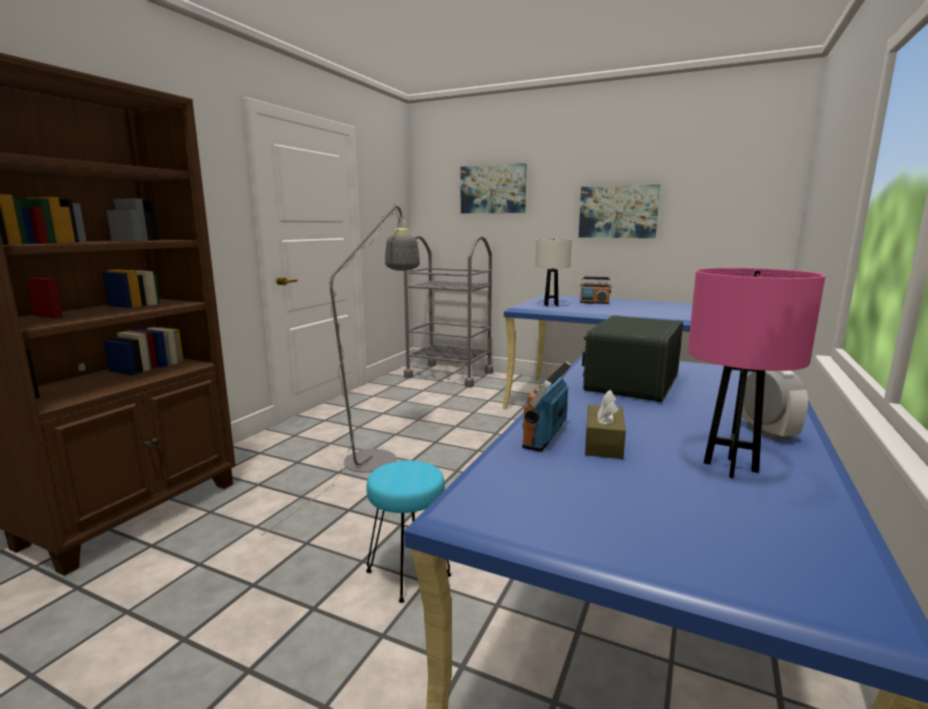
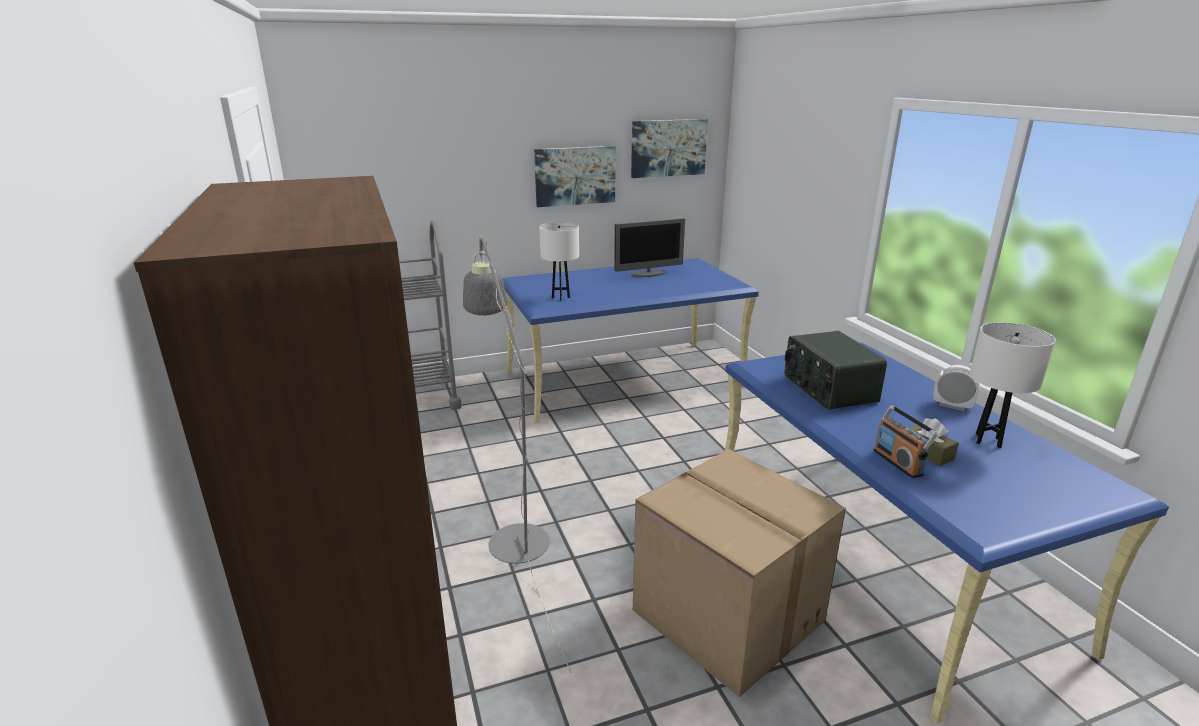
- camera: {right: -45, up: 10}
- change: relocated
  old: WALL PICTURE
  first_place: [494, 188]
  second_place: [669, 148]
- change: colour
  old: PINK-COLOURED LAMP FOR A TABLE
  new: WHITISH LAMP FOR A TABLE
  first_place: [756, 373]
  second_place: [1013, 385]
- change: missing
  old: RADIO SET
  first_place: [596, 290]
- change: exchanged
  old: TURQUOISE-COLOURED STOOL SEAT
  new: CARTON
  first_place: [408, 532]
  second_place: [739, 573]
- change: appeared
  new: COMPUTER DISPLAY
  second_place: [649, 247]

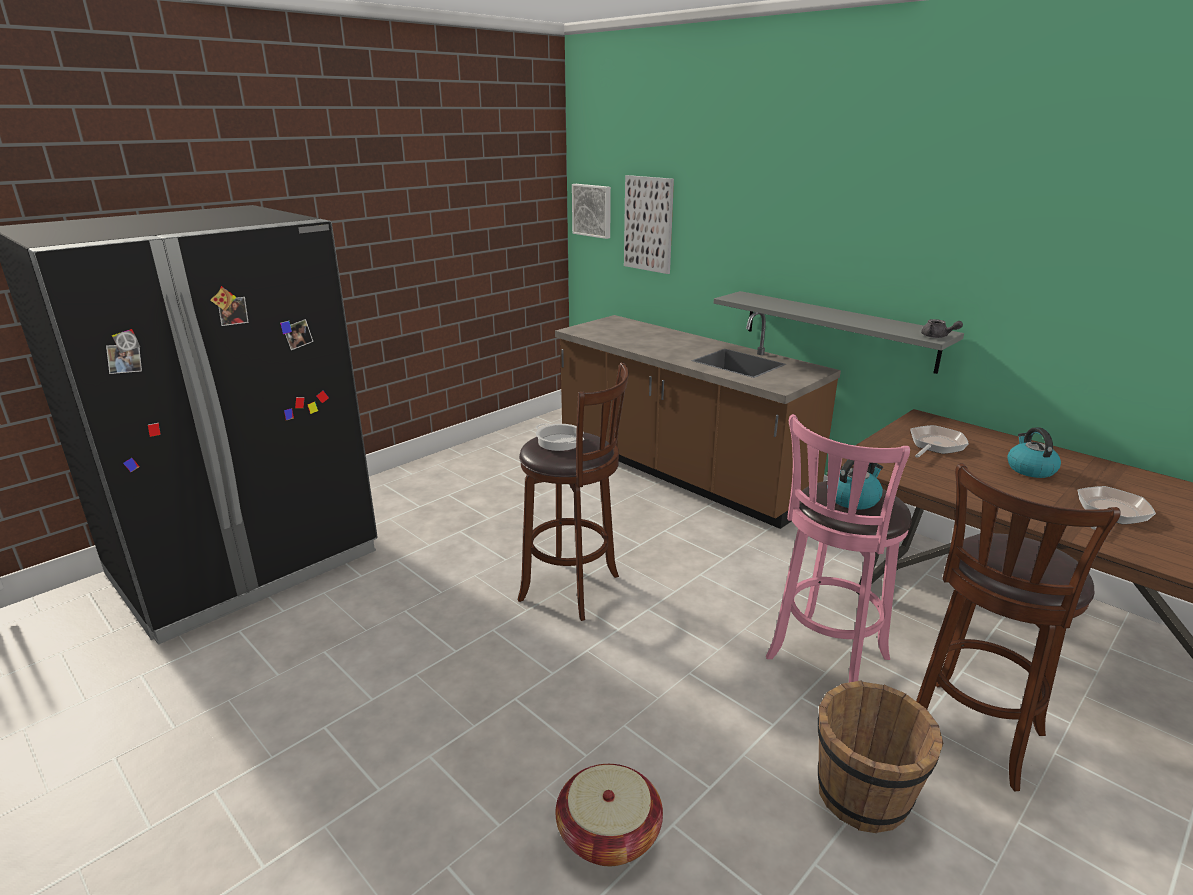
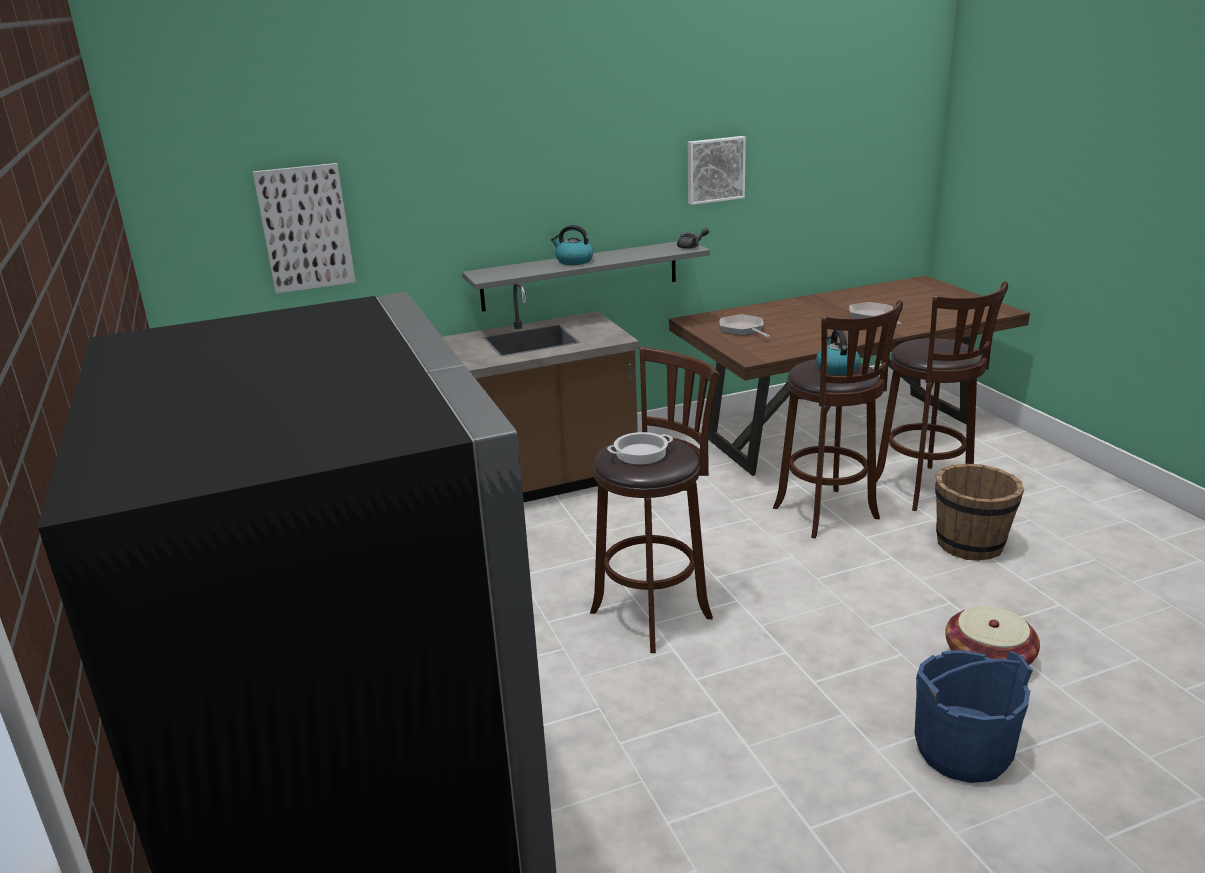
- camera: {right: -65, up: 0}
- change: relocated
  old: WALL PICTURE
  first_place: [591, 211]
  second_place: [717, 170]
- change: colour
  old: PINK-COLOURED STOOL SEAT
  new: BROWN STOOL SEAT
  first_place: [839, 548]
  second_place: [838, 419]
- change: relocated
  old: KETTLE
  first_place: [1034, 452]
  second_place: [572, 245]
- change: appeared
  new: BLUISH WATER BUCKET
  second_place: [974, 716]

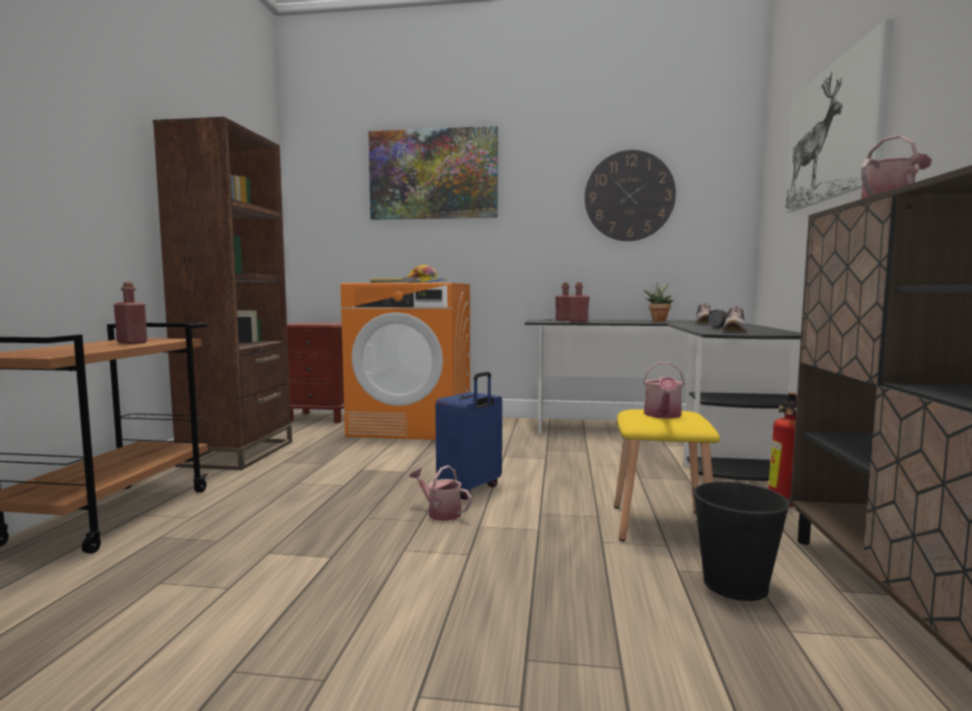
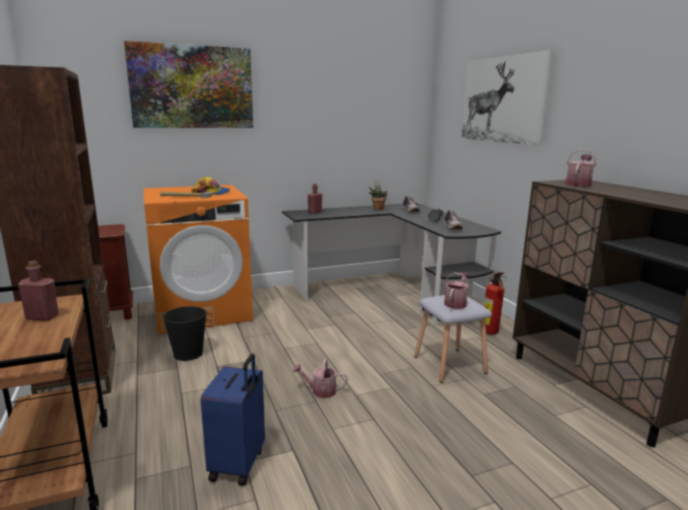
- camera: {right: -30, up: 10}
- change: missing
  old: WALL CLOCK
  first_place: [630, 195]
- change: missing
  old: REDDISH DRINK BOTTLE
  first_place: [578, 302]
- change: spun
  old: SPRINKLING CAN
  first_place: [664, 390]
  second_place: [457, 290]
  degrees: -135
- change: relocated
  old: BLUISH PIECE OF LUGGAGE
  first_place: [468, 436]
  second_place: [233, 419]
- change: colour
  old: YELLOW STOOL SEAT
  new: GREYISH STOOL SEAT
  first_place: [667, 475]
  second_place: [453, 339]
- change: relocated
  old: BLACK WATER BUCKET
  first_place: [742, 541]
  second_place: [184, 333]

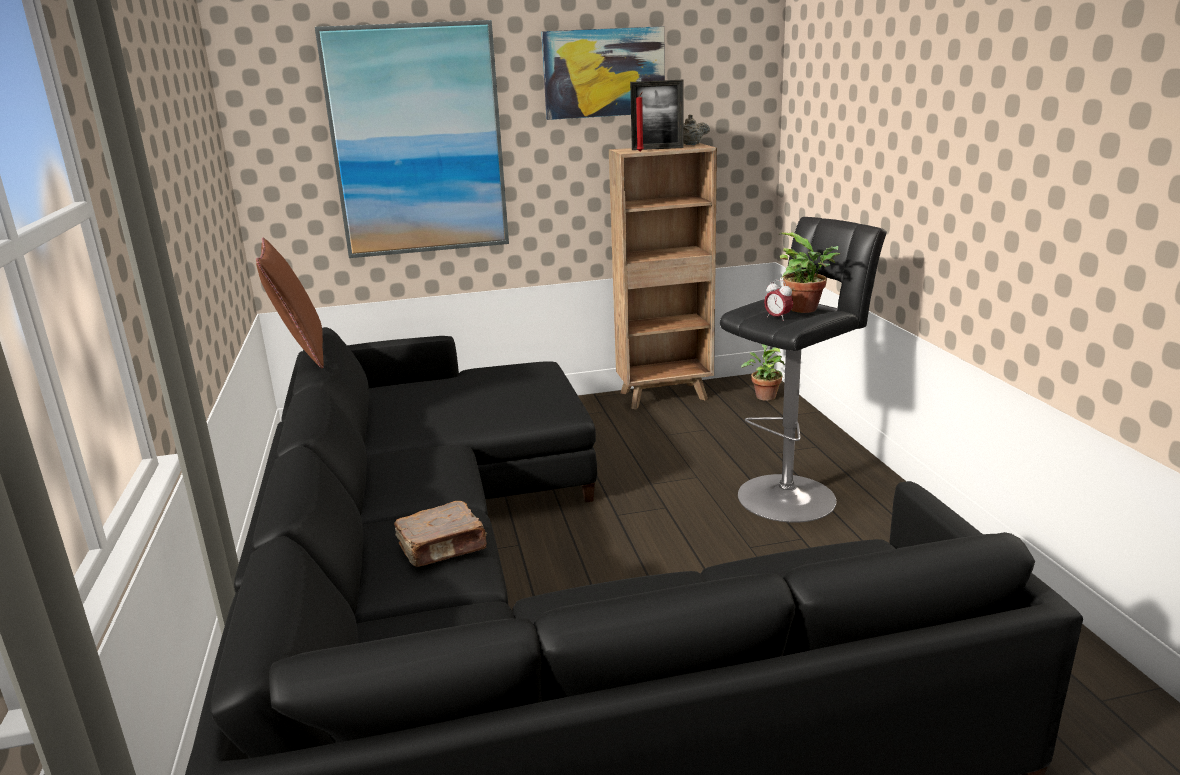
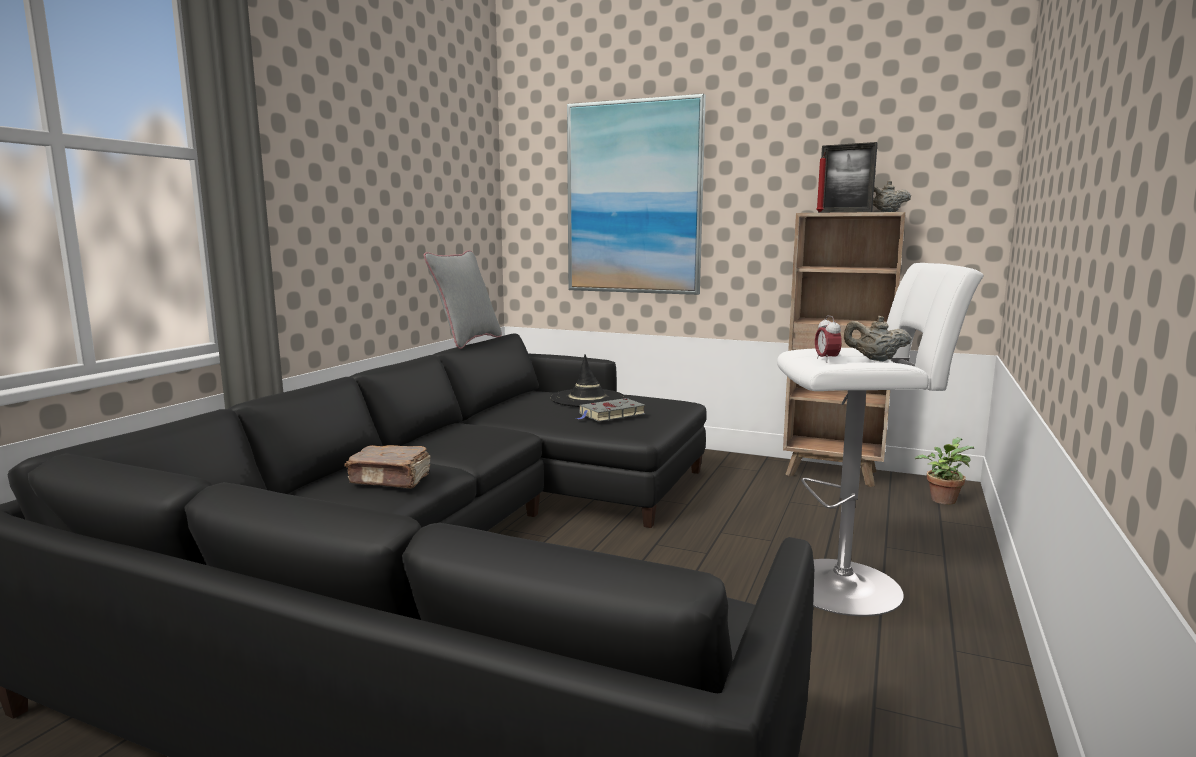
- camera: {right: 35, up: -10}
- change: missing
  old: WALL PICTURE
  first_place: [603, 73]
- change: colour
  old: BLACK STOOL SEAT
  new: WHITISH STOOL SEAT
  first_place: [803, 370]
  second_place: [880, 439]
- change: exchanged
  old: PLANT IN A POT
  new: BEIGE TEA POT
  first_place: [809, 272]
  second_place: [878, 338]
- change: colour
  old: BROWN THROW PILLOW
  new: GREYISH THROW PILLOW
  first_place: [290, 302]
  second_place: [463, 299]
- change: appeared
  new: BLACK WEARABLE HAT
  second_place: [587, 380]
- change: appeared
  new: GREYISH BOUND BOOK
  second_place: [611, 410]

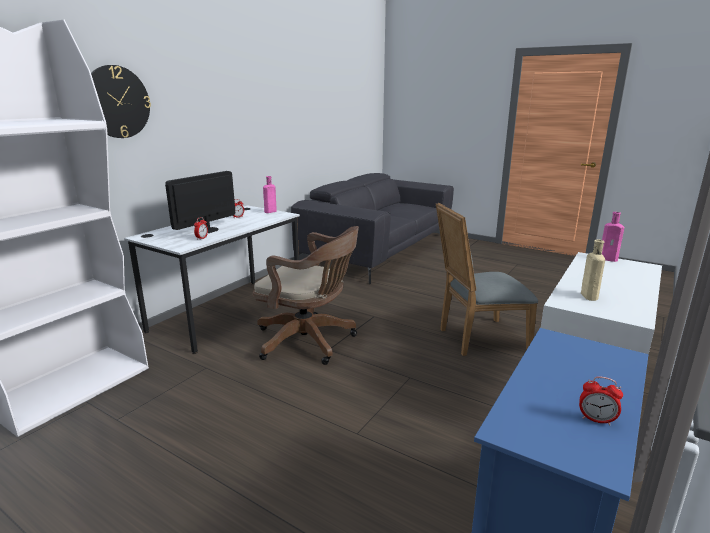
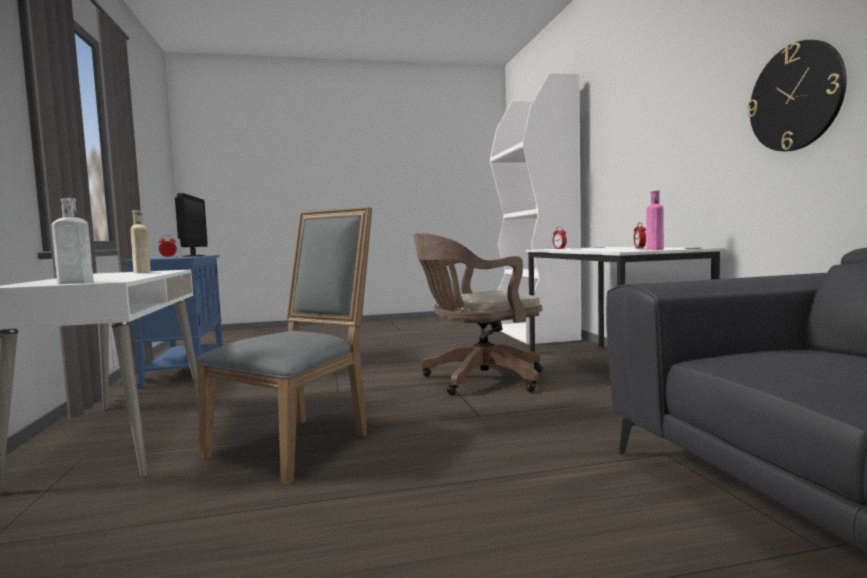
- camera: {right: 135, up: -15}
- change: relocated
  old: WALL CLOCK
  first_place: [121, 101]
  second_place: [797, 95]
- change: relocated
  old: COMPUTER DISPLAY
  first_place: [200, 202]
  second_place: [191, 225]
- change: colour
  old: PINK-COLOURED DRINK BOTTLE
  new: WHITISH DRINK BOTTLE
  first_place: [613, 237]
  second_place: [72, 241]

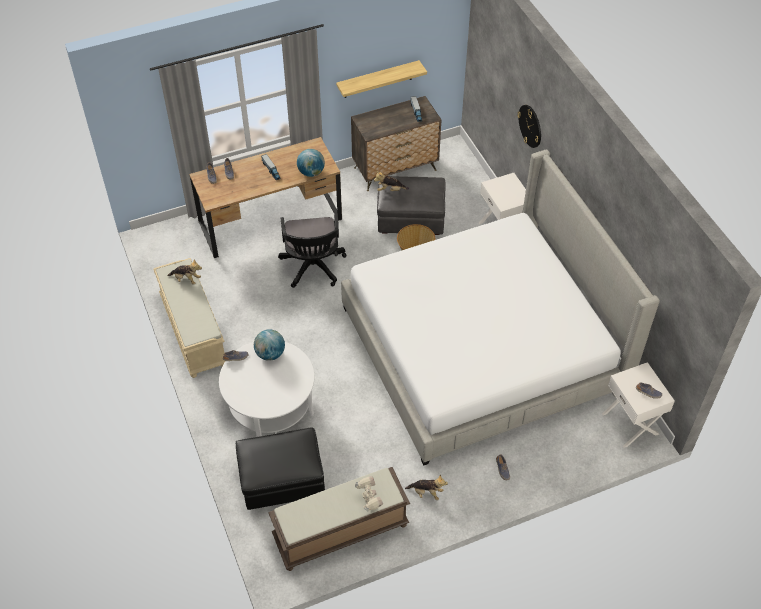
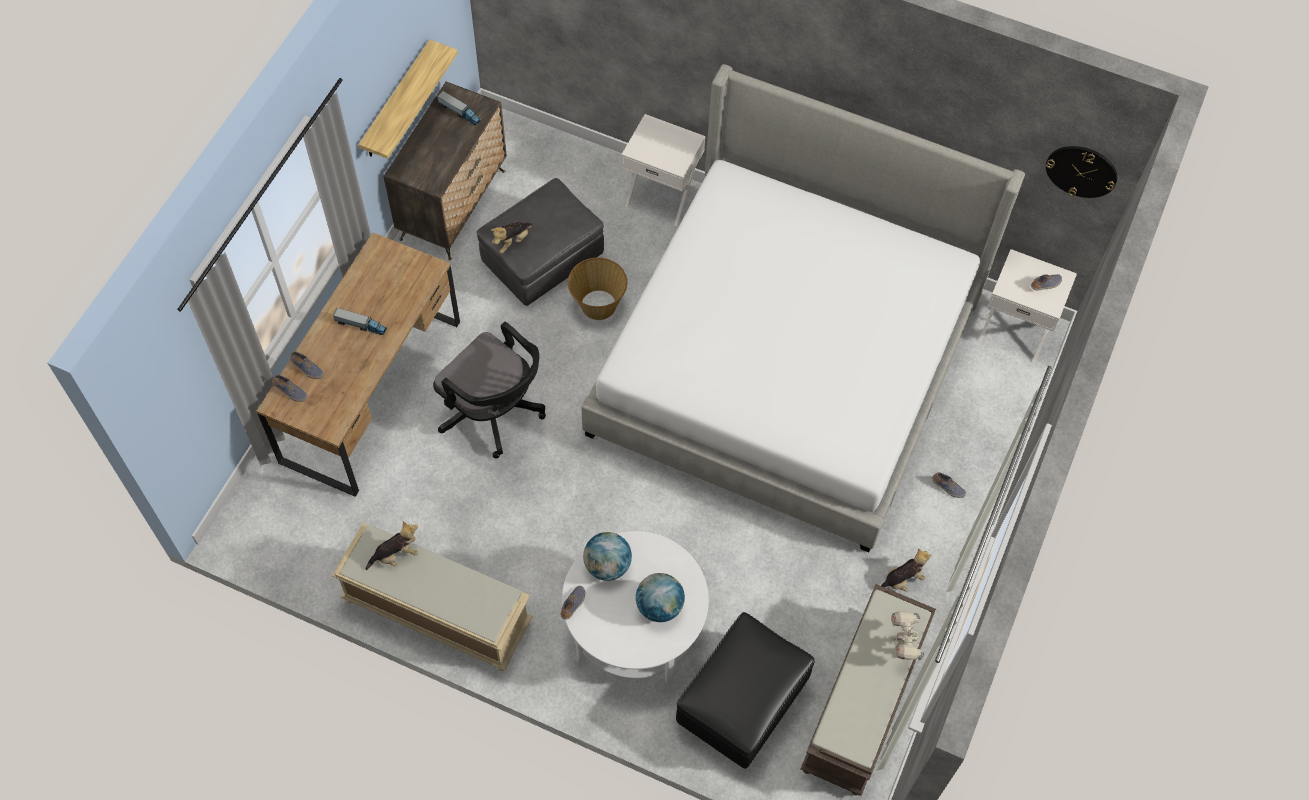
- camera: {right: -45, up: 10}
- change: relocated
  old: WALL CLOCK
  first_place: [529, 126]
  second_place: [1081, 172]
- change: relocated
  old: DESK GLOBE
  first_place: [311, 163]
  second_place: [660, 597]
- change: spun
  old: ROBOT FIGURE
  first_place: [369, 493]
  second_place: [908, 636]
  degrees: -120

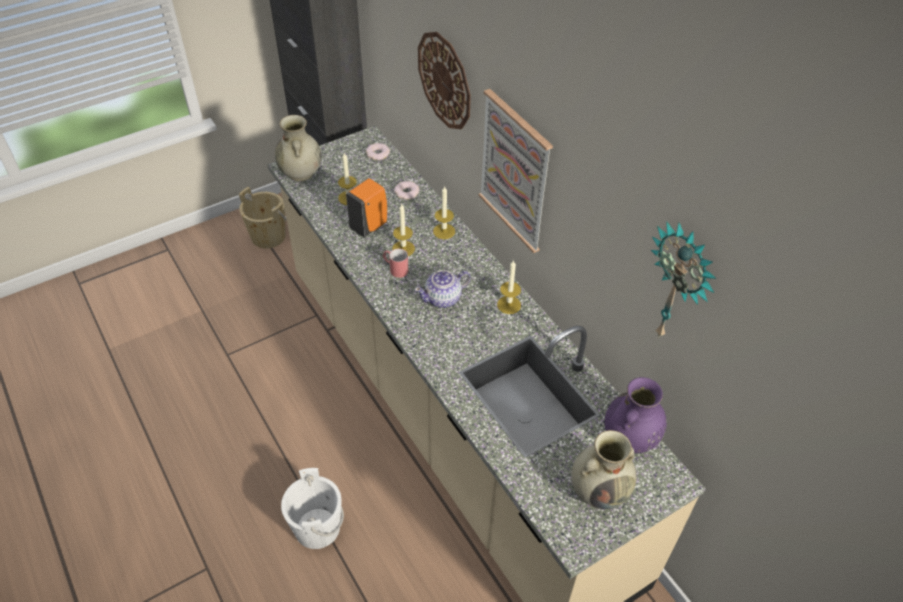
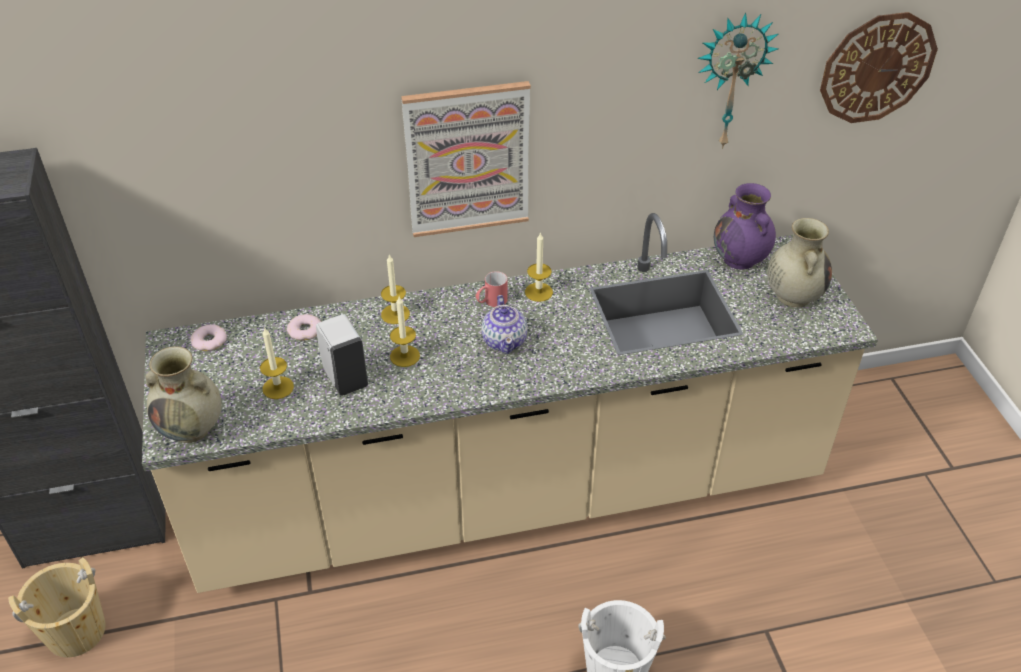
- camera: {right: -70, up: -5}
- change: relocated
  old: WALL CLOCK
  first_place: [444, 80]
  second_place: [879, 67]
- change: colour
  old: ORANGE SOAP DISPENSER
  new: WHITISH SOAP DISPENSER
  first_place: [366, 207]
  second_place: [342, 355]
- change: relocated
  old: REDDISH TEA MUG
  first_place: [395, 263]
  second_place: [491, 289]

